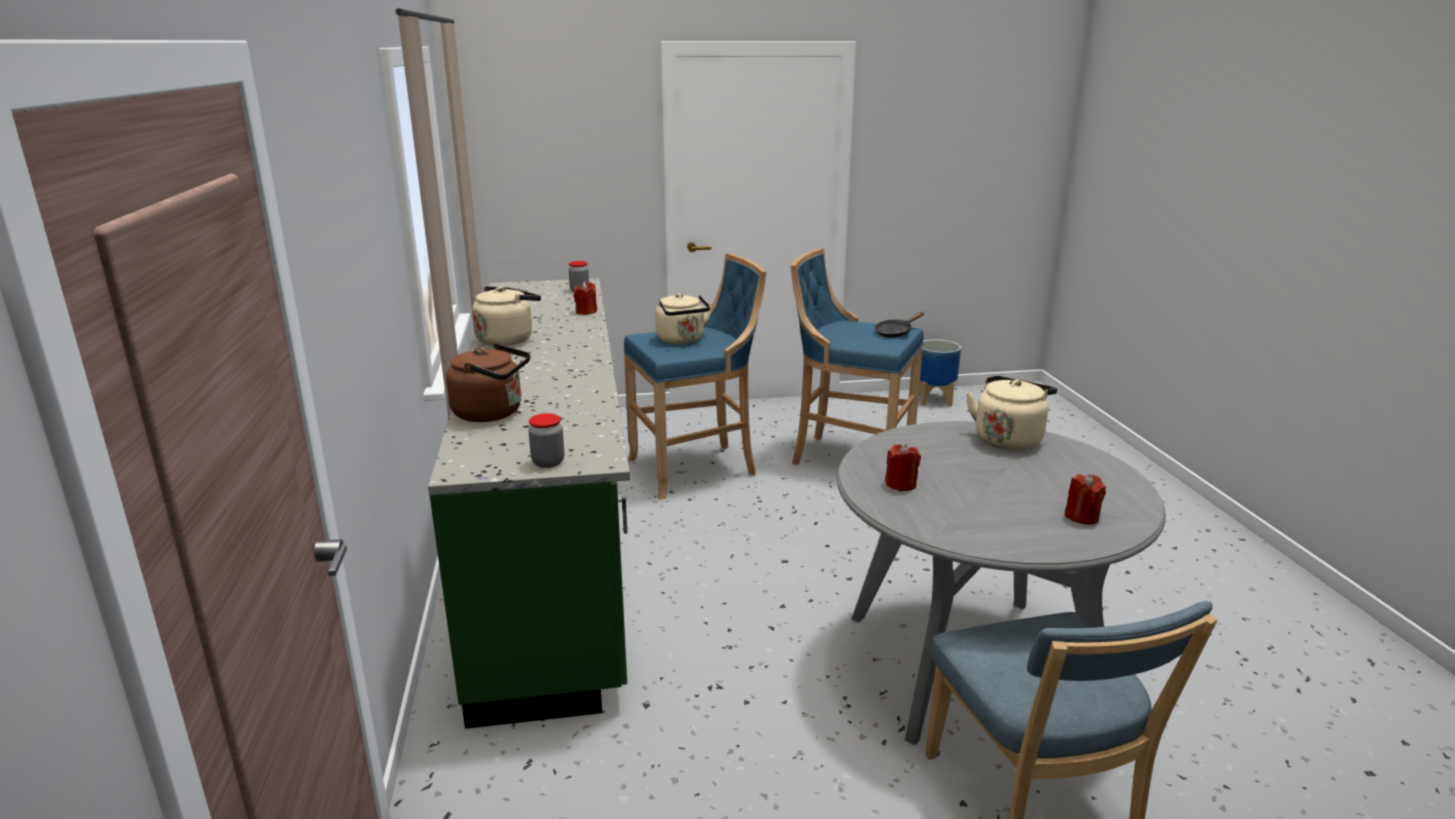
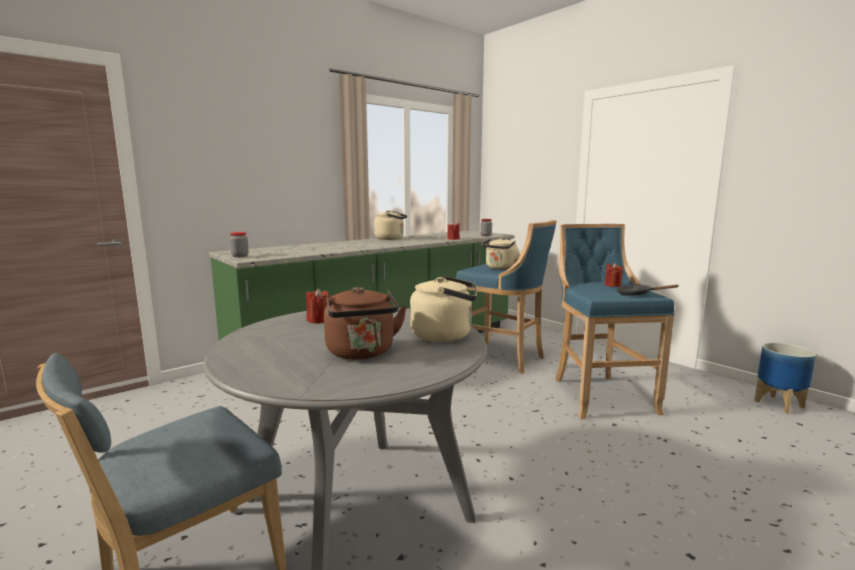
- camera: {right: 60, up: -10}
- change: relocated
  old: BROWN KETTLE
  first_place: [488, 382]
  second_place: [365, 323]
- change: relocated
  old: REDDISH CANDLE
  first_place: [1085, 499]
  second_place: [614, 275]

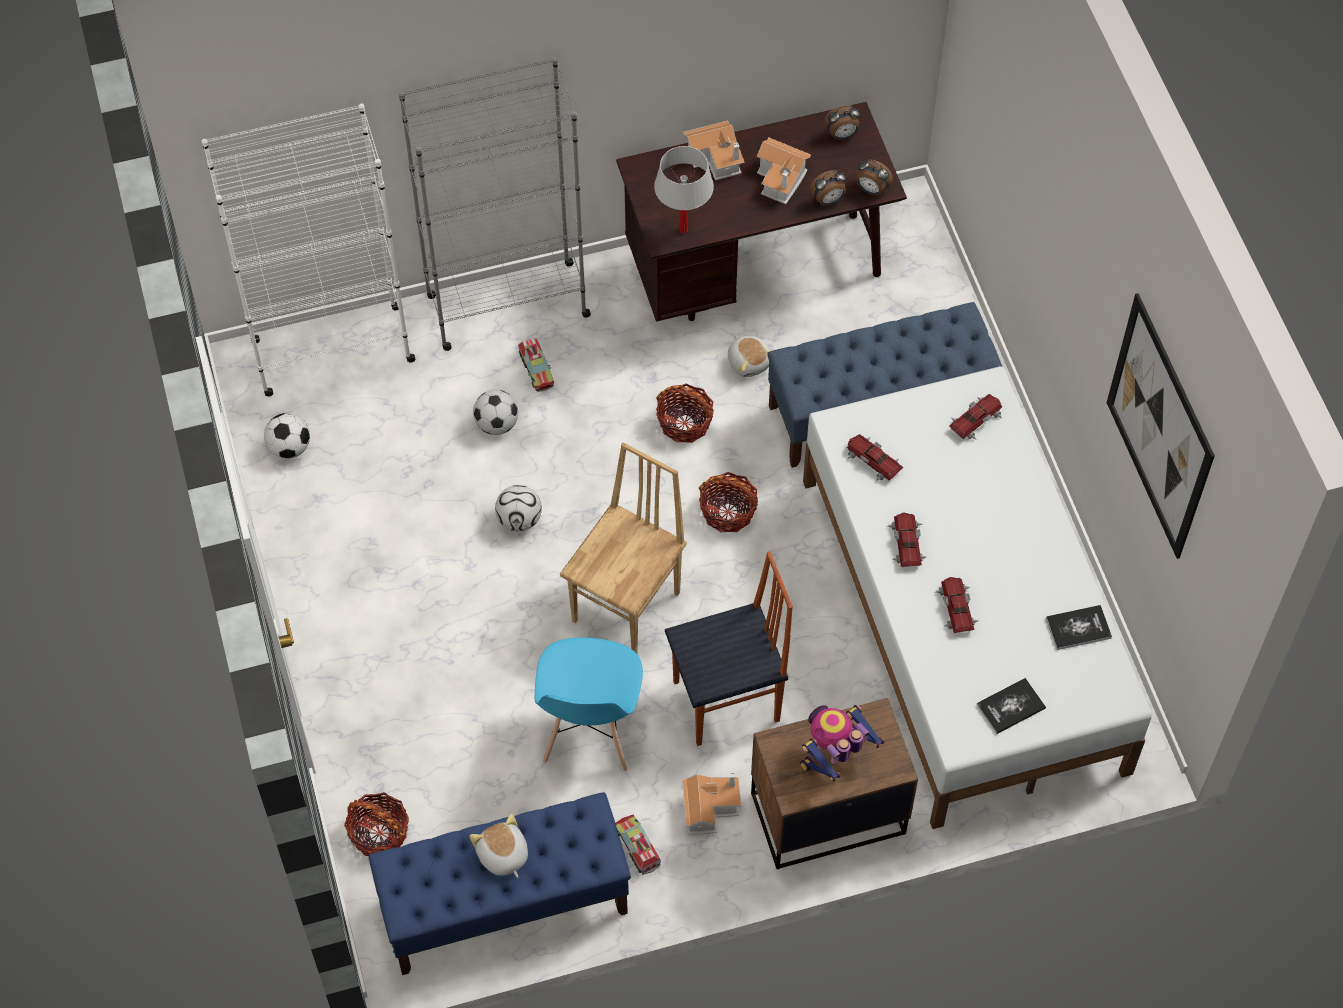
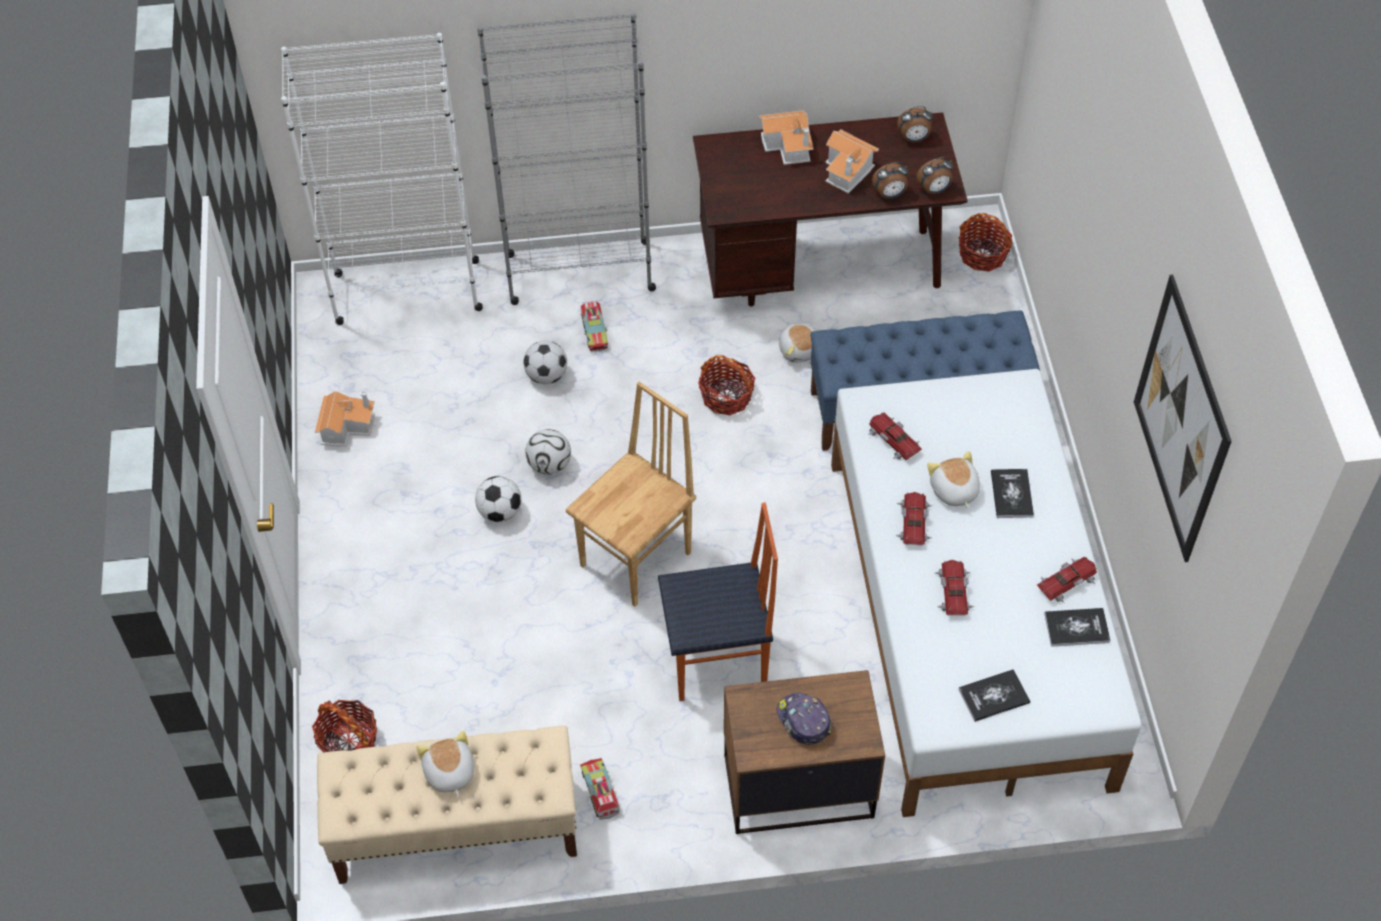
- camera: {right: 10, up: -5}
- change: missing
  old: WHITISH LAMP FOR A TABLE
  first_place: [684, 190]
- change: spun
  old: ALARM CLOCK
  first_place: [874, 177]
  second_place: [934, 175]
  degrees: -60
- change: relocated
  old: MODEL CAR
  first_place: [975, 416]
  second_place: [1067, 580]
- change: relocated
  old: BALL FOR FOOTBALL
  first_place: [287, 436]
  second_place: [498, 499]
- change: relocated
  old: BASKET
  first_place: [728, 502]
  second_place: [985, 242]
- change: missing
  old: BLUISH CHAIR
  first_place: [589, 704]
- change: exchanged
  old: ROBOT FIGURE
  new: BASEBALL CAP
  first_place: [842, 743]
  second_place: [804, 718]
- change: relocated
  old: MINIATURE HOUSE
  first_place: [711, 803]
  second_place: [345, 418]
- change: colour
  old: BLUISH INDOOR BENCH
  new: BEIGE INDOOR BENCH
  first_place: [499, 883]
  second_place: [447, 805]
- change: appeared
  new: SOFT TOY
  second_place: [953, 480]
- change: appeared
  new: BOUND BOOK
  second_place: [1012, 493]

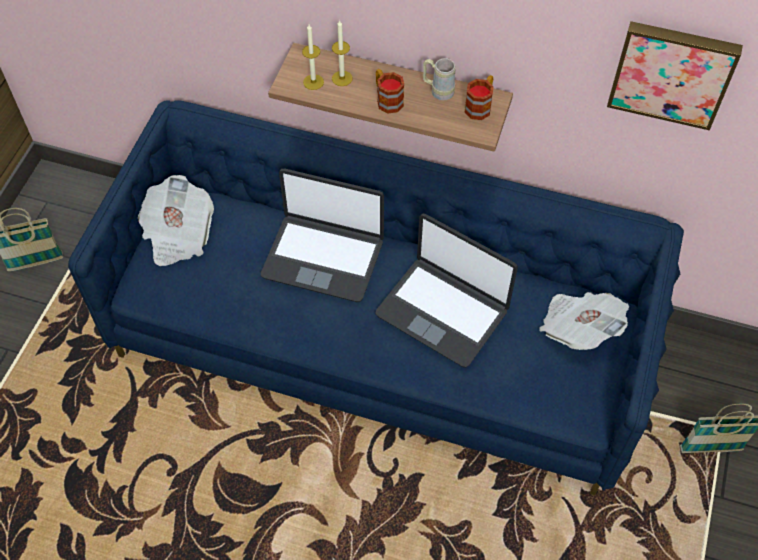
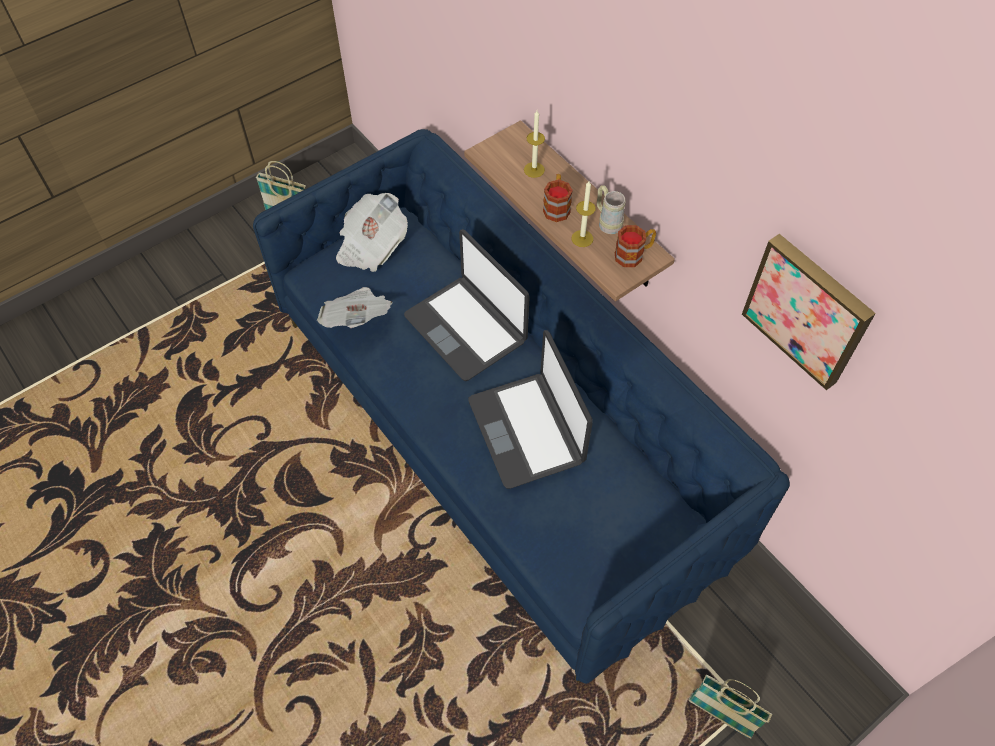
- camera: {right: 35, up: 0}
- change: relocated
  old: CANDLE
  first_place: [313, 57]
  second_place: [583, 214]
- change: relocated
  old: DAILY PAPER
  first_place: [584, 321]
  second_place: [355, 307]

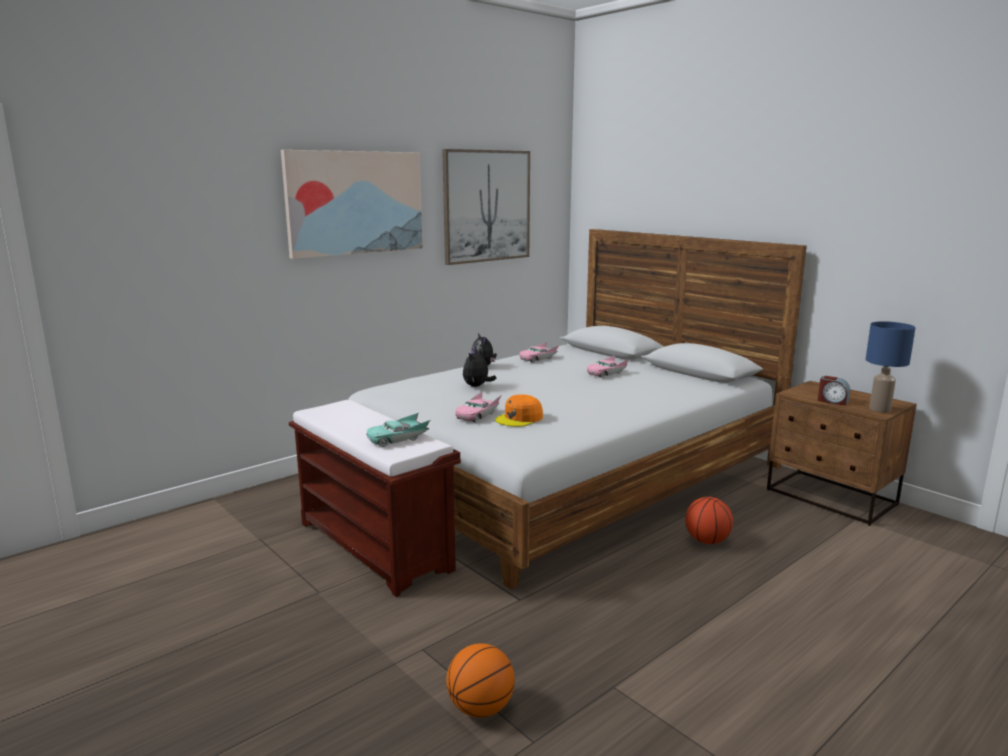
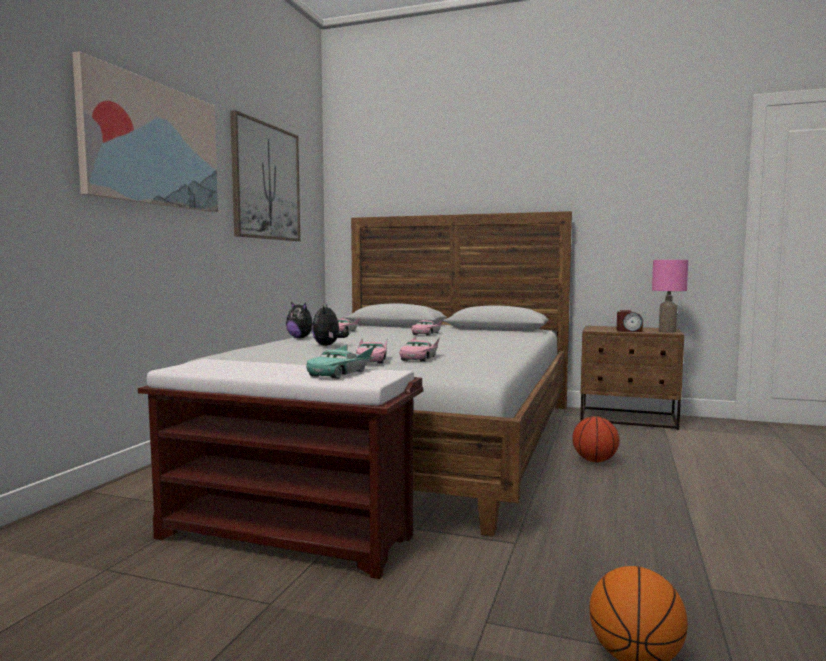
- camera: {right: -30, up: -10}
- change: colour
  old: BLUISH LAMP FOR A TABLE
  new: PINK-COLOURED LAMP FOR A TABLE
  first_place: [891, 367]
  second_place: [670, 296]
- change: exchanged
  old: ORANGE BASEBALL CAP
  new: PINK-COLOURED MODEL CAR
  first_place: [519, 410]
  second_place: [419, 349]

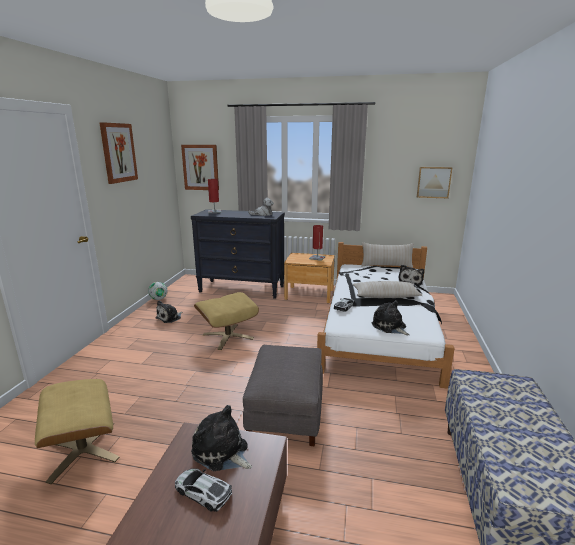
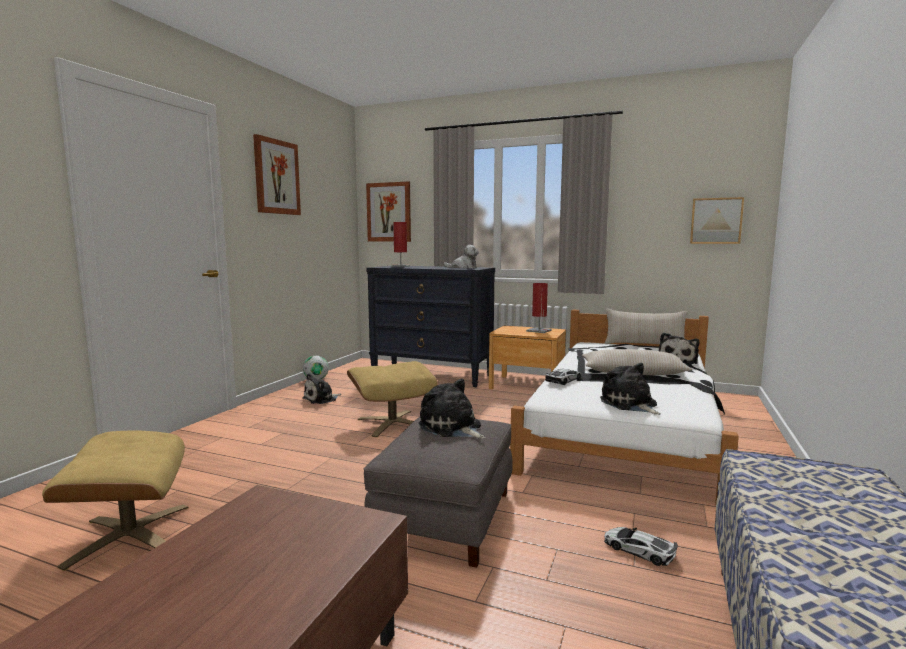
- camera: {right: 10, up: -10}
- change: relocated
  old: SOFT TOY
  first_place: [221, 438]
  second_place: [452, 408]
- change: relocated
  old: MODEL CAR
  first_place: [203, 490]
  second_place: [641, 546]

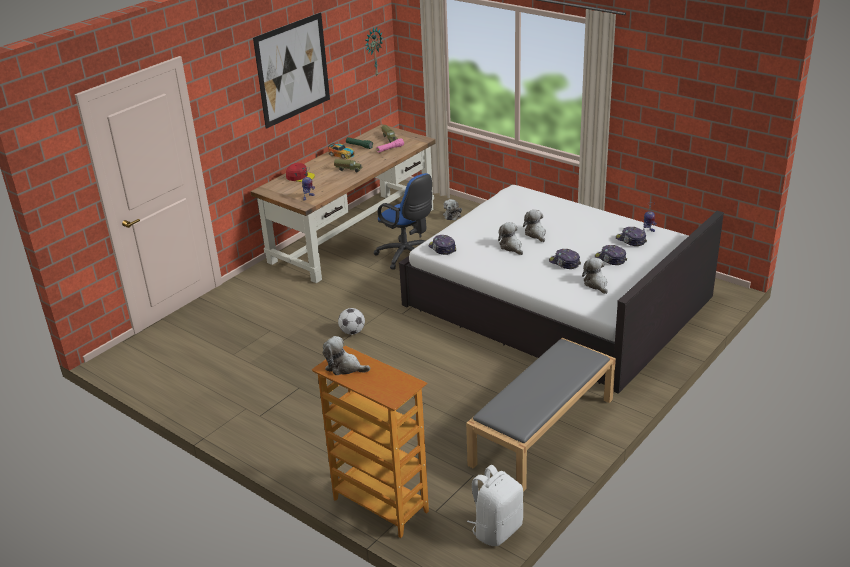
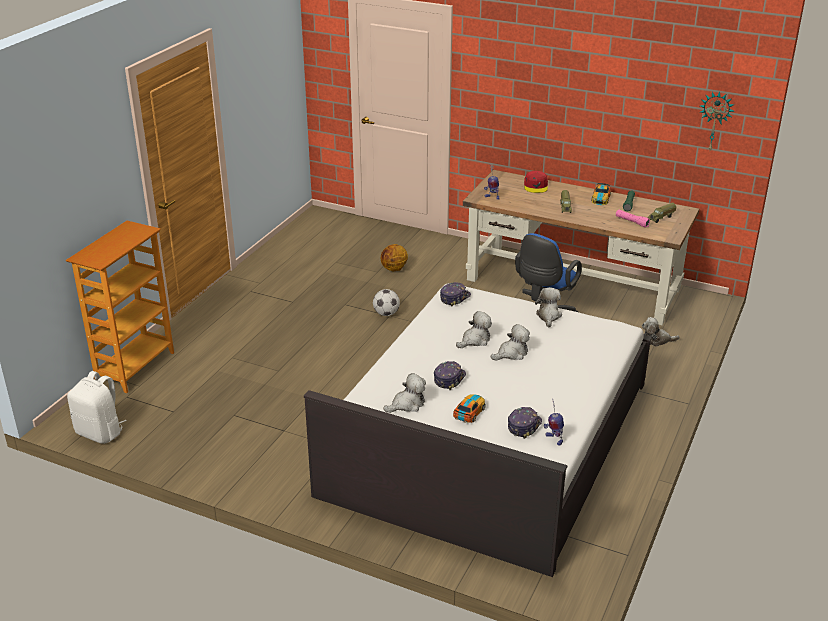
- camera: {right: 75, up: 0}
- change: missing
  old: WALL PICTURE
  first_place: [291, 71]
- change: exchanged
  old: BASEBALL CAP
  new: MODEL CAR
  first_place: [611, 255]
  second_place: [469, 408]
- change: relocated
  old: SOFT TOY
  first_place: [346, 355]
  second_place: [548, 307]
- change: missing
  old: GREYISH INDOOR BENCH
  first_place: [541, 415]
- change: appeared
  new: BASKETBALL
  second_place: [394, 257]

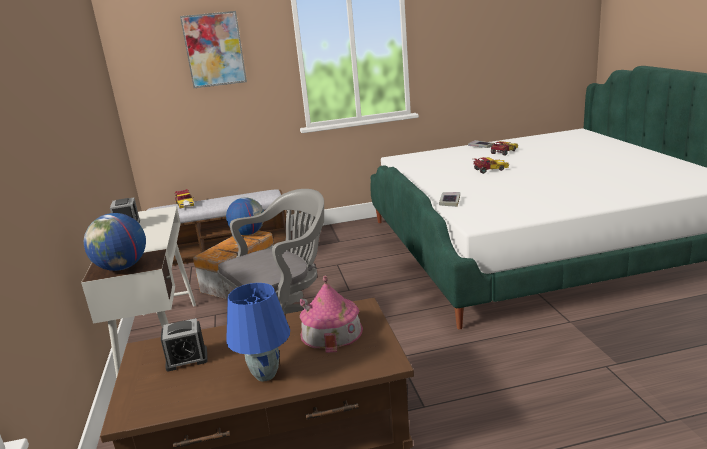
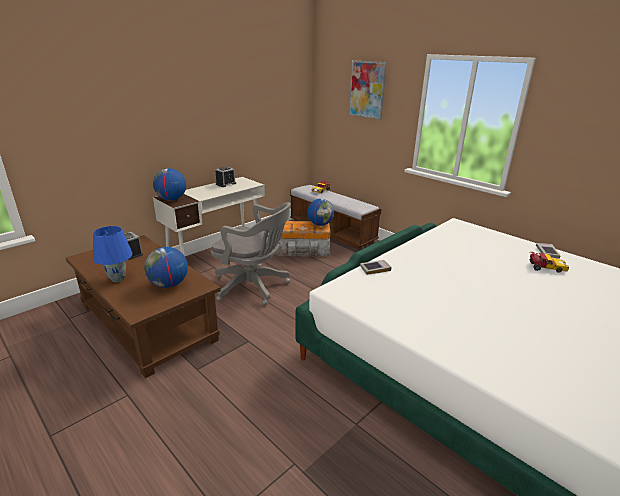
- camera: {right: 55, up: 5}
- change: missing
  old: MODEL CAR
  first_place: [491, 165]
- change: exchanged
  old: MINIATURE HOUSE
  new: DESK GLOBE
  first_place: [331, 314]
  second_place: [166, 267]

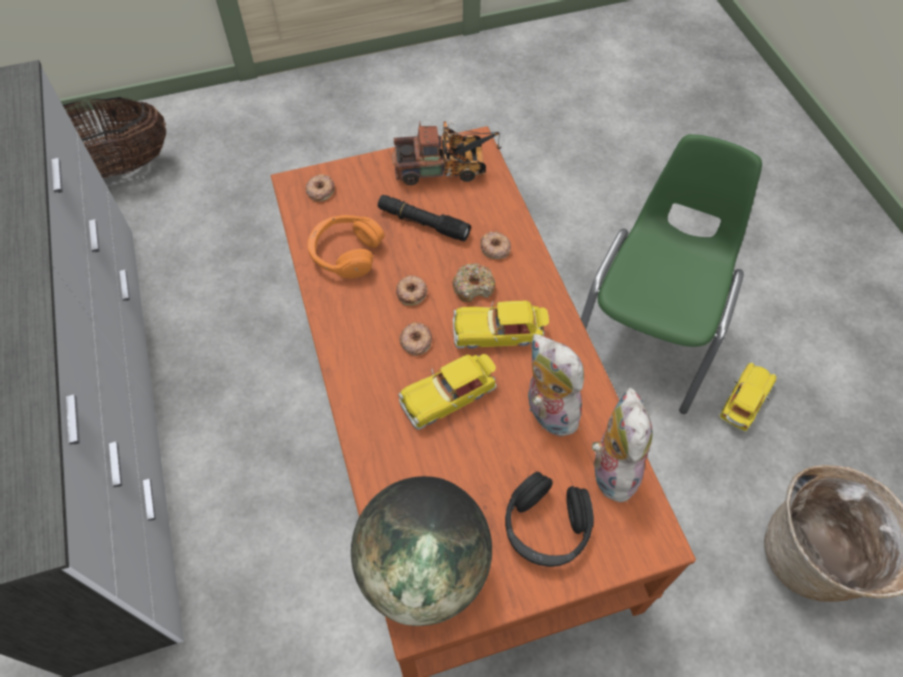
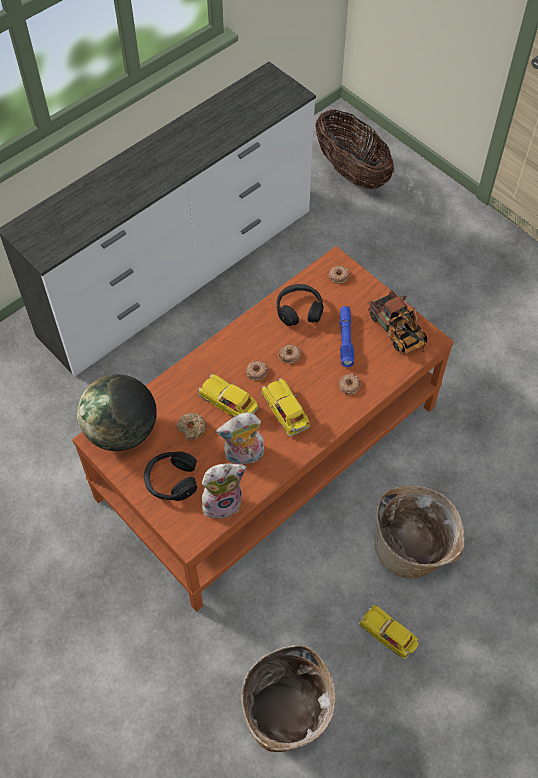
- camera: {right: 65, up: 0}
- change: exchanged
  old: GREENISH CHAIR
  new: BASKET
  first_place: [671, 274]
  second_place: [420, 531]
- change: colour
  old: BLACK HAND TORCH
  new: BLUISH HAND TORCH
  first_place: [424, 218]
  second_place: [346, 336]
- change: colour
  old: ORANGE PAIR OF HEADPHONES
  new: BLACK PAIR OF HEADPHONES
  first_place: [346, 246]
  second_place: [300, 305]
- change: relocated
  old: DOUGHNUT
  first_place: [473, 282]
  second_place: [192, 427]
- change: spun
  old: SOFT TOY
  first_place: [556, 385]
  second_place: [240, 438]
  degrees: -135
- change: spun
  old: MODEL CAR
  first_place: [748, 397]
  second_place: [389, 632]
  degrees: -150

